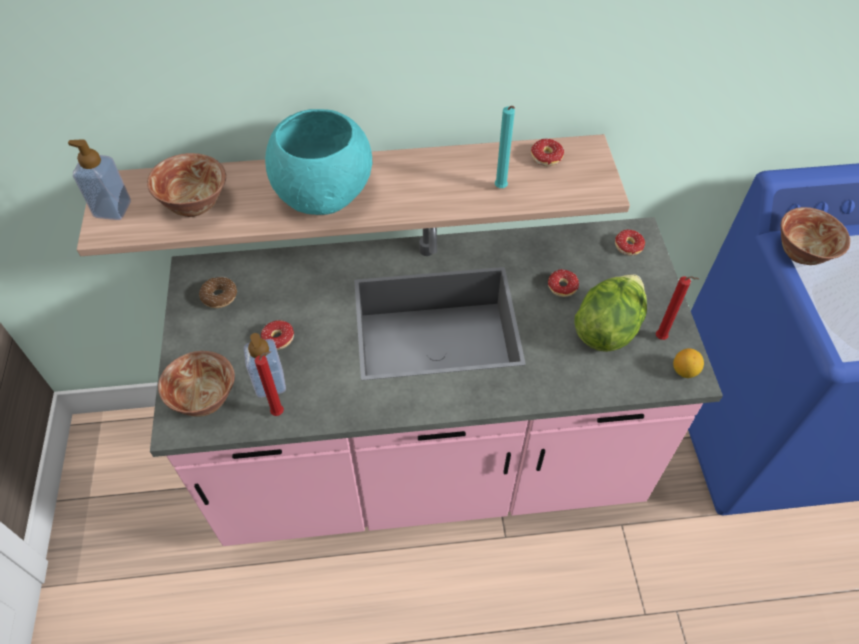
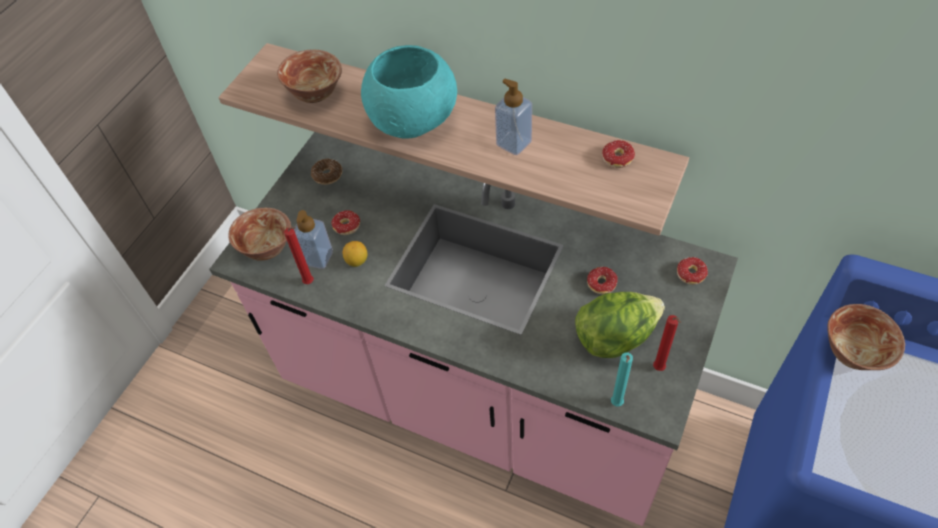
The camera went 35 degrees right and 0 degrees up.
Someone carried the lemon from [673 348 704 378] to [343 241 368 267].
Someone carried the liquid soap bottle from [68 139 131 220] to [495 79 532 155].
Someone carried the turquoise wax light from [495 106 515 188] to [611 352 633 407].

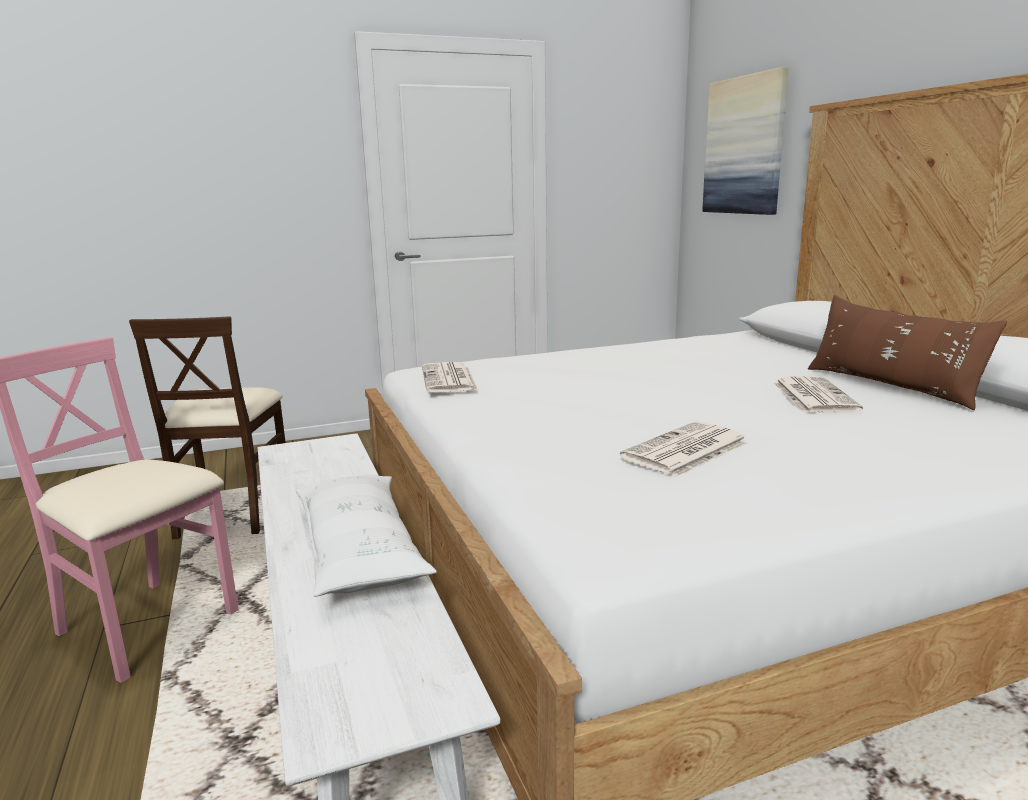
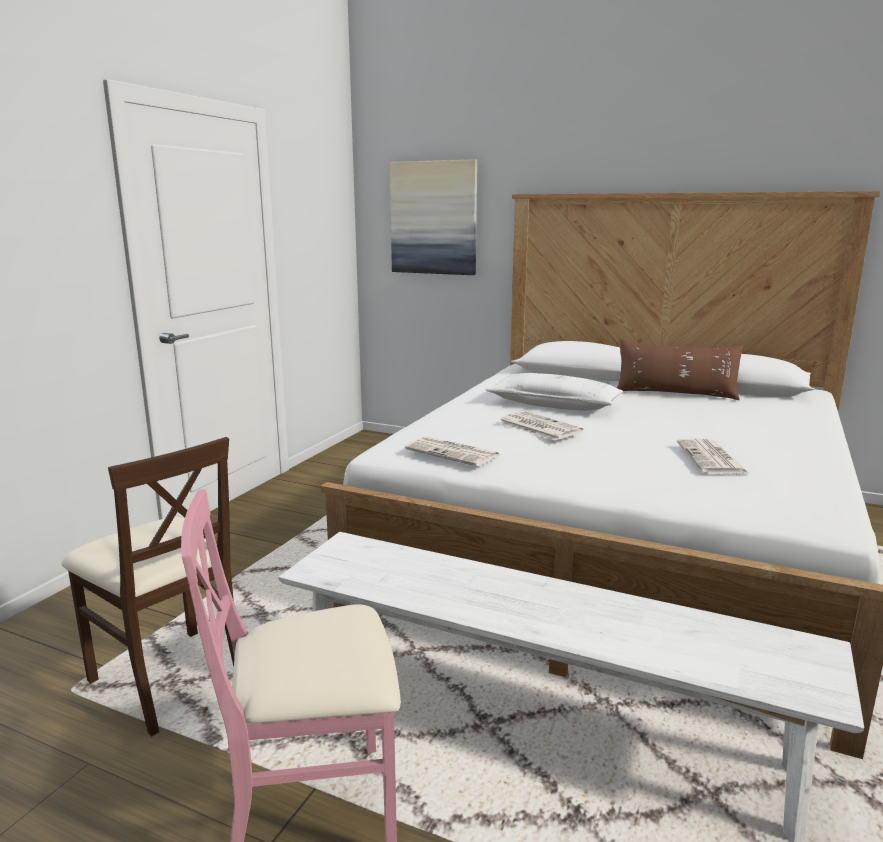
The camera went 45 degrees left and 0 degrees up.
Someone carried the white throw pillow from [295 474 437 597] to [486 373 623 410].
Someone carried the daily paper from [773 376 863 413] to [498 411 583 441].

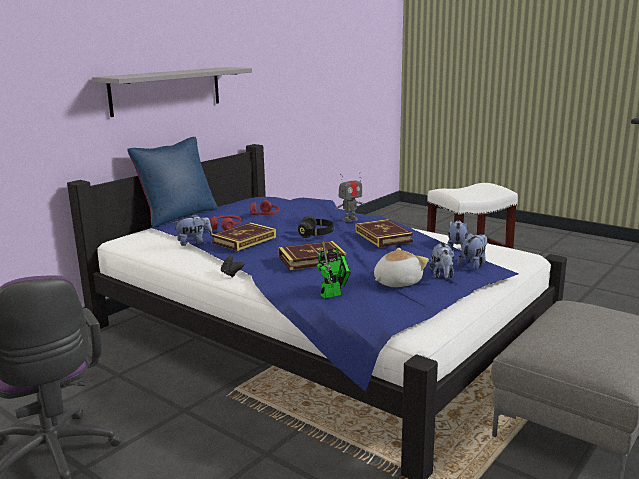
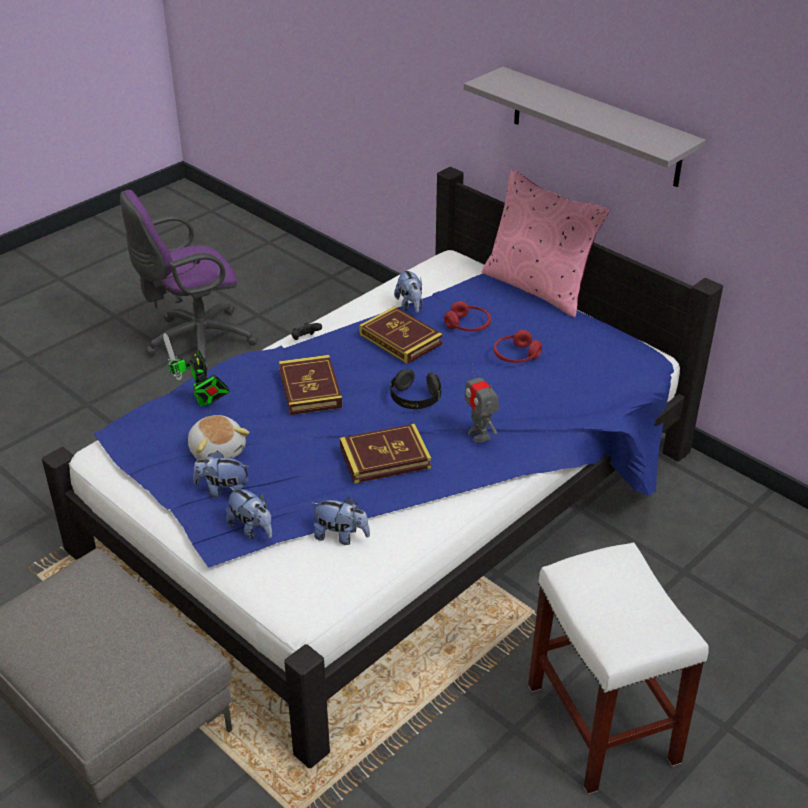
The camera went 95 degrees right and 20 degrees up.
Someone repainted the blue throw pillow at [127 137 218 228], which became the pink throw pillow at [482 170 609 317].

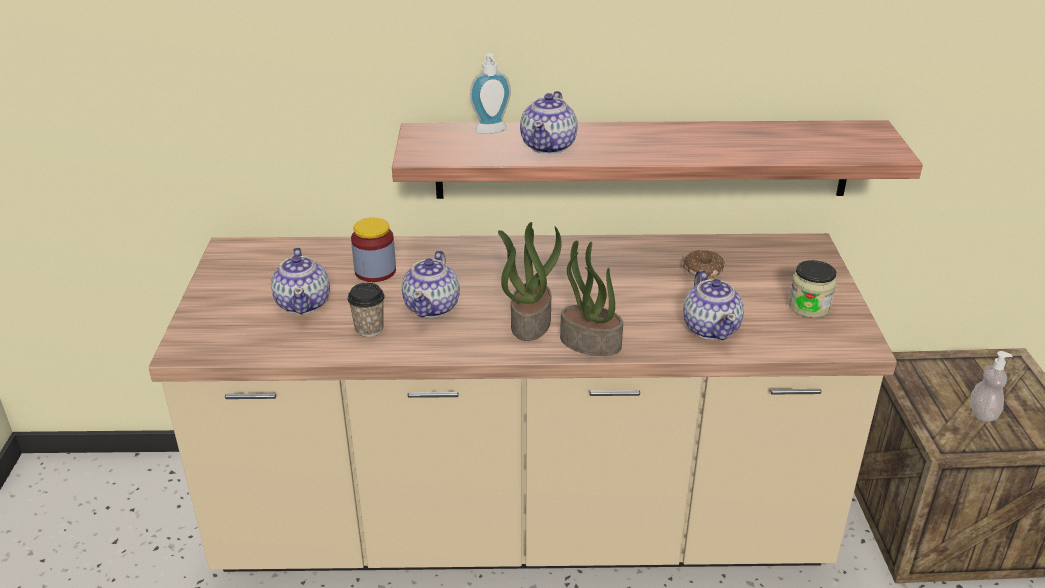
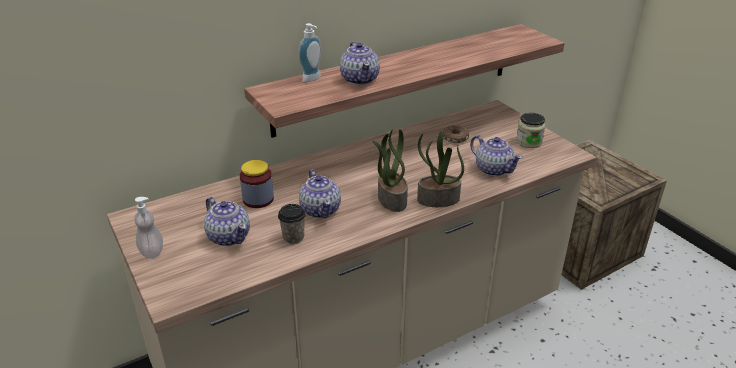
The camera went 30 degrees left and 0 degrees up.
Someone carried the liquid soap bottle from [970 351 1013 422] to [135 197 163 259].

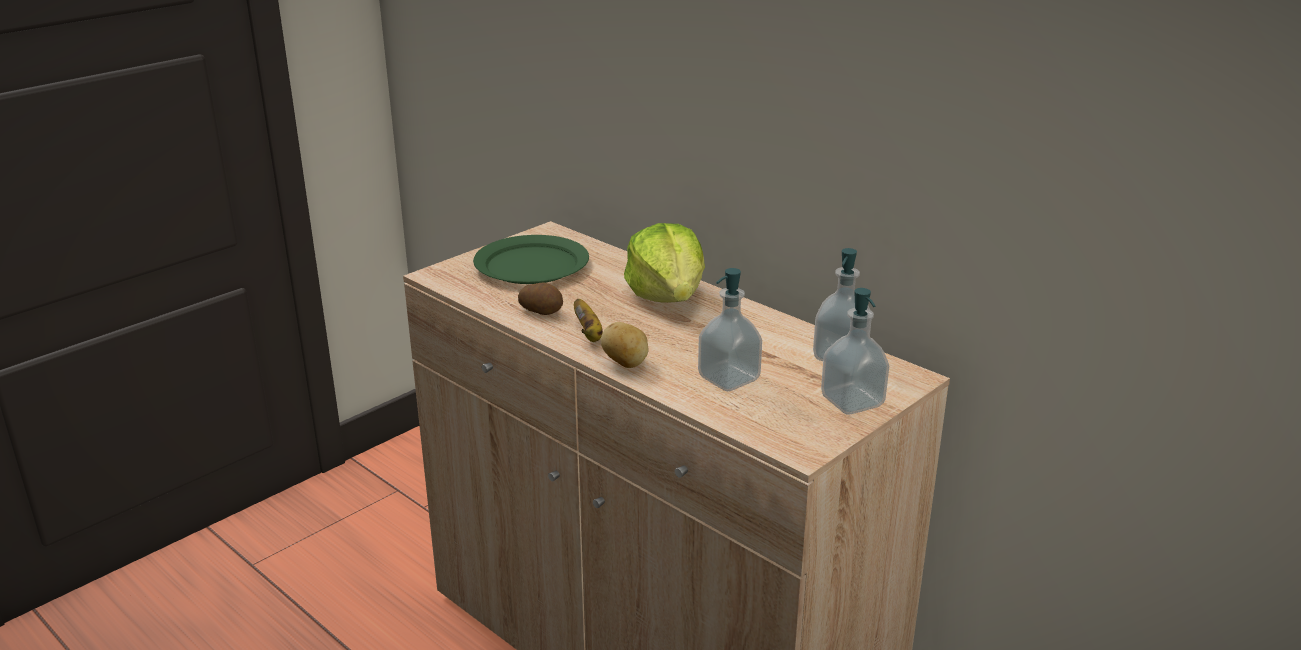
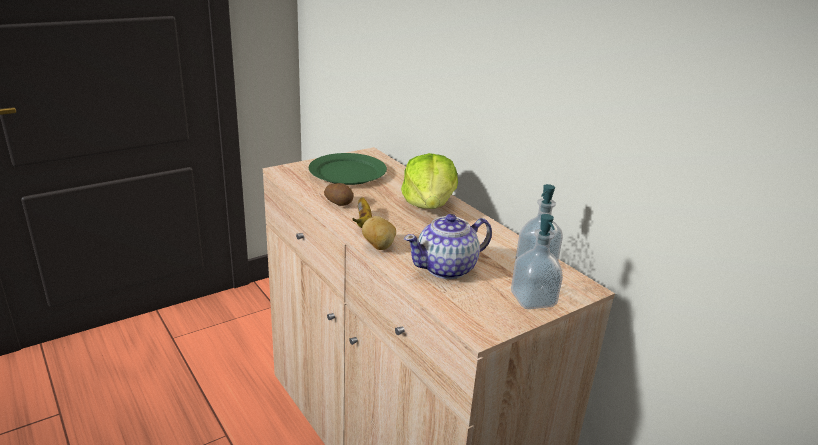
The camera went 10 degrees right and 0 degrees up.
Someone swapped the liquid soap bottle at [698 268 762 391] for the tea pot at [404 214 492 279].

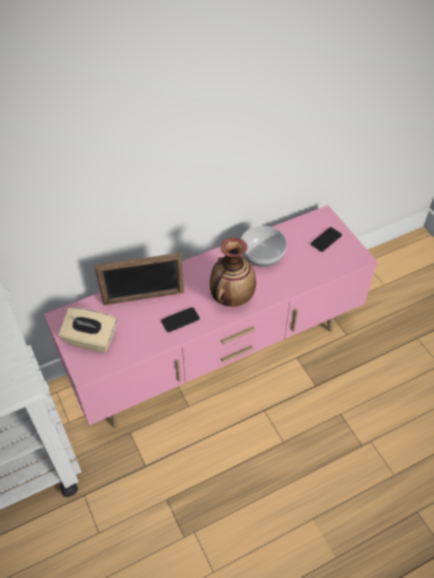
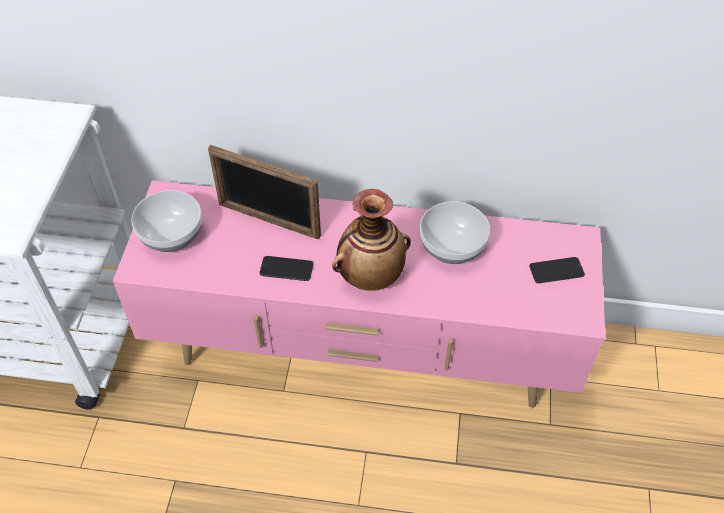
The camera went 35 degrees right and 0 degrees up.
Someone swapped the beige-coloured box of tissues at [59 307 117 353] for the deep dish at [131 190 202 252].

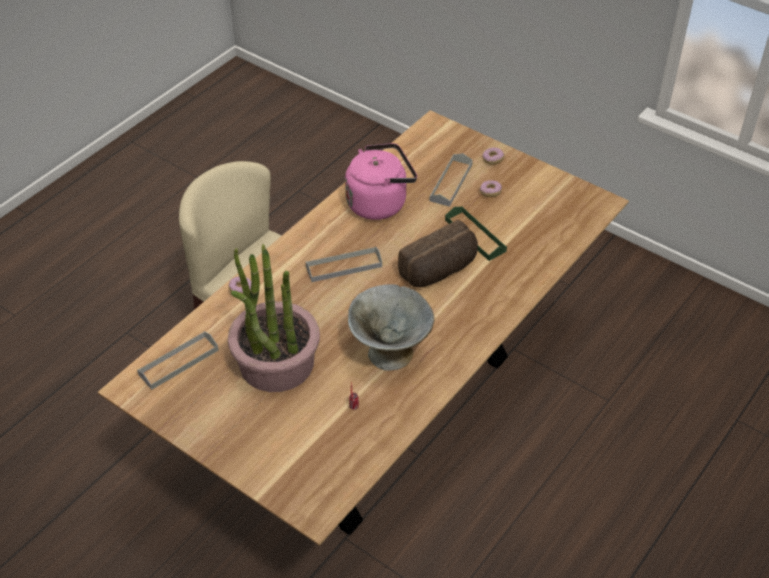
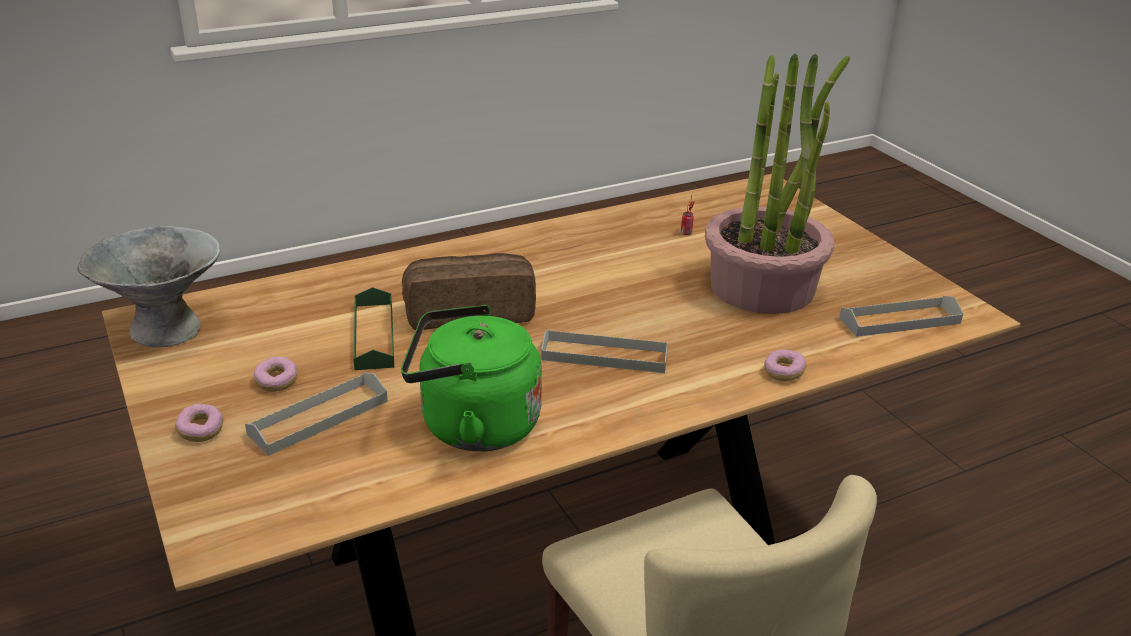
The camera went 155 degrees left and 15 degrees down.
Someone carried the grey deep dish from [348 284 434 371] to [77 226 220 347].
Someone repainted the pink water kettle at [345 143 417 220], which became the green water kettle at [401 305 542 451].

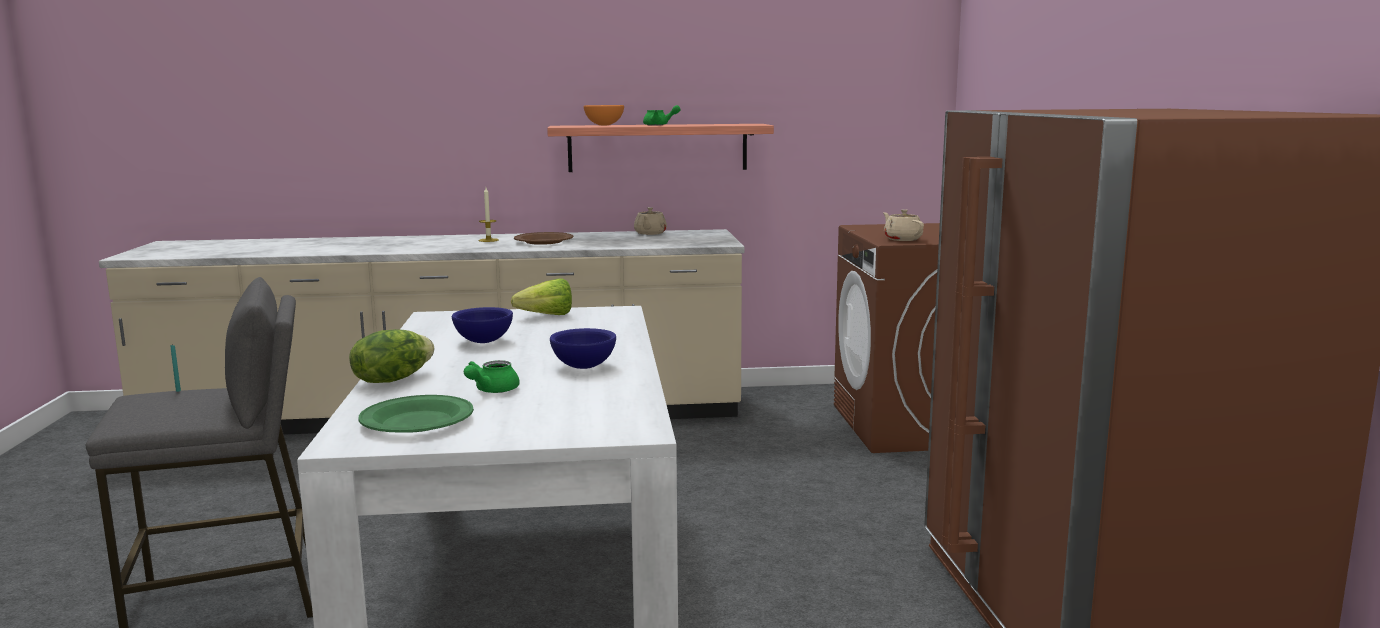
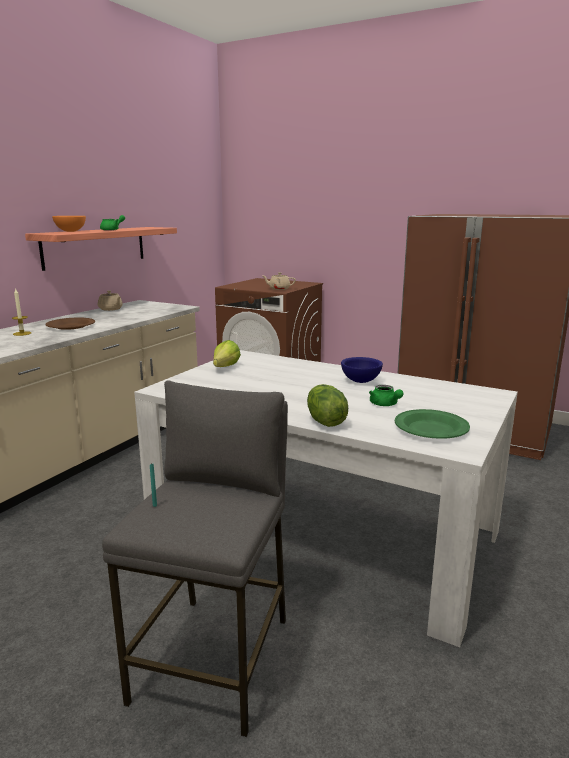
The camera went 55 degrees left and 5 degrees up.
Someone took away the blue deep dish at [452 307 513 343].

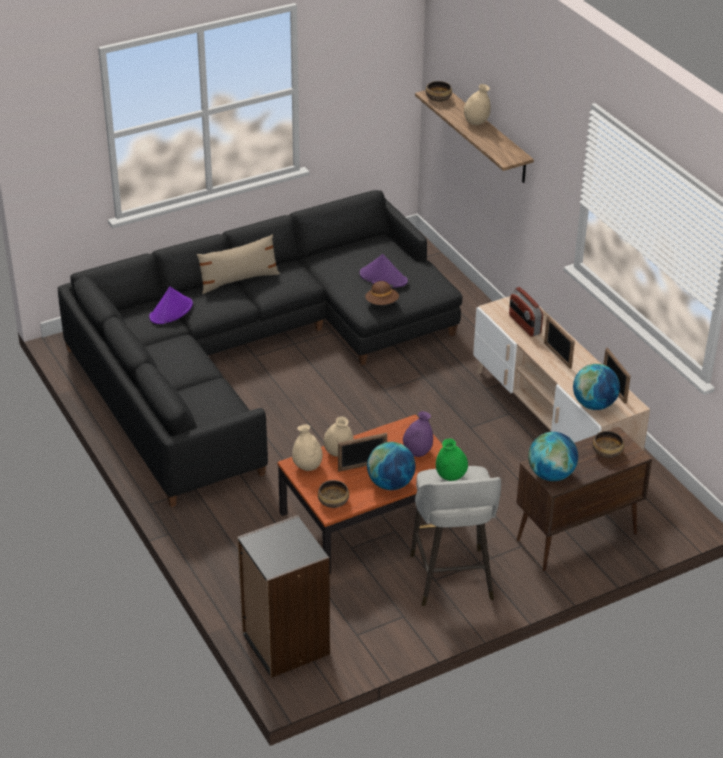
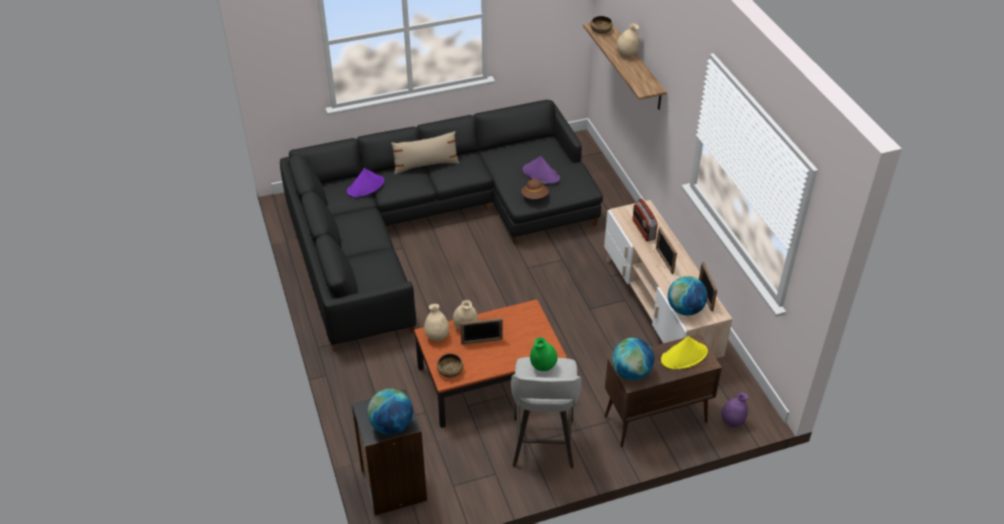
The camera went 10 degrees right and 5 degrees up.
Someone carried the desk globe from [367 442 416 490] to [367 389 413 435].
Someone swapped the deep dish at [592 431 624 458] for the yellowish clothing hat at [661 336 708 369].
Someone carried the purple-coloured flower vase from [403 411 433 457] to [721 392 748 427].

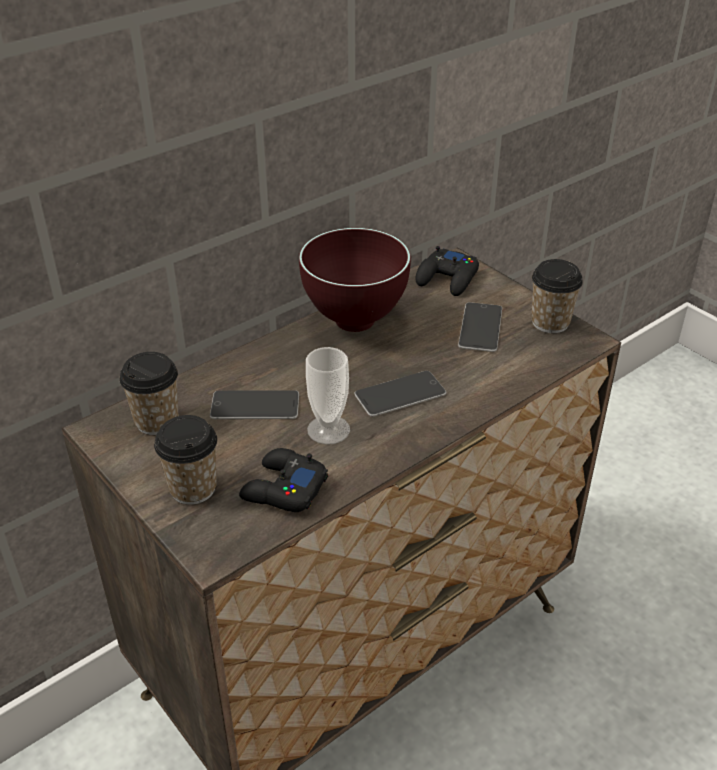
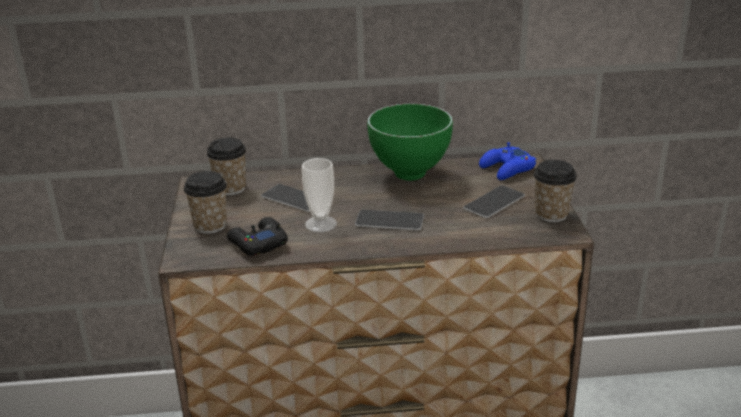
The camera went 35 degrees right and 10 degrees down.
Someone repainted the brownish deep dish at [299 228 411 332], which became the green deep dish at [367 103 453 181].
Someone repainted the black gamepad at [415 246 479 296], which became the blue gamepad at [479 142 536 180].

